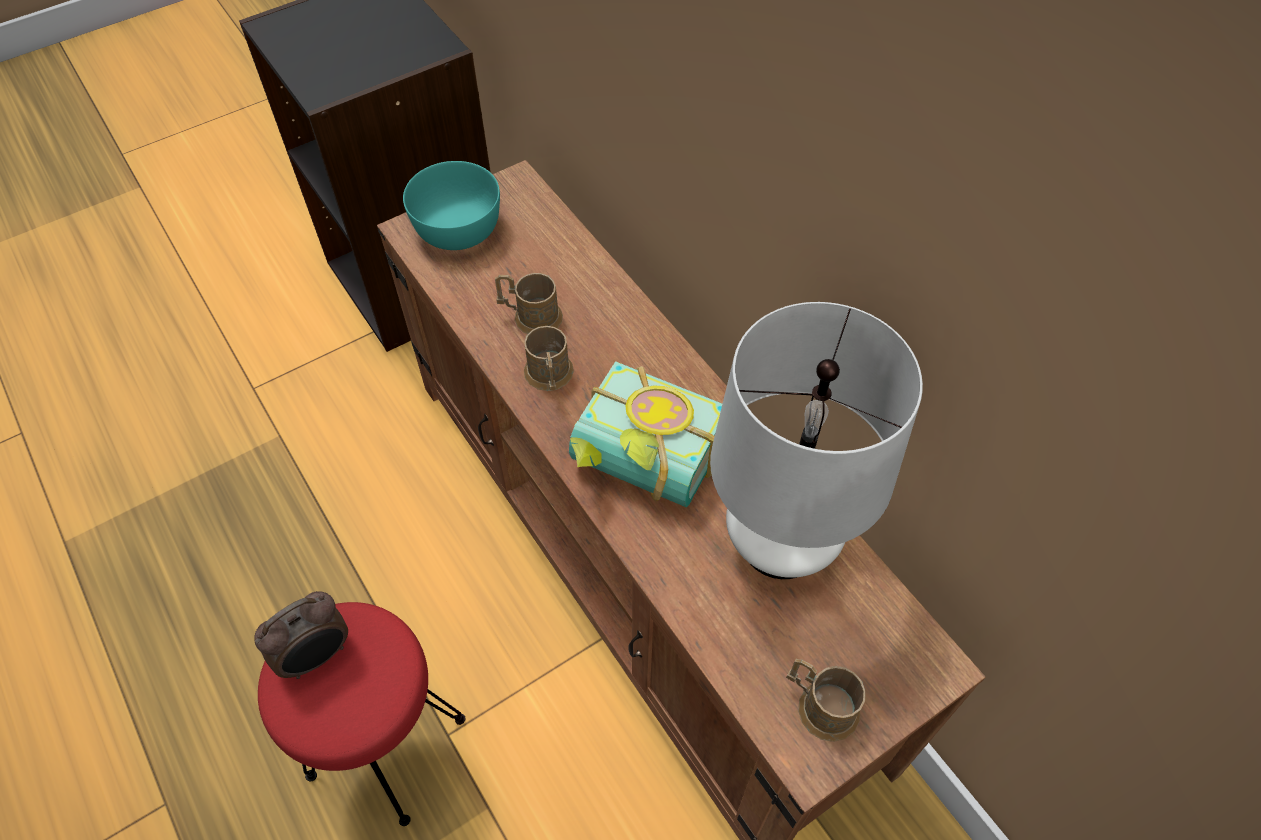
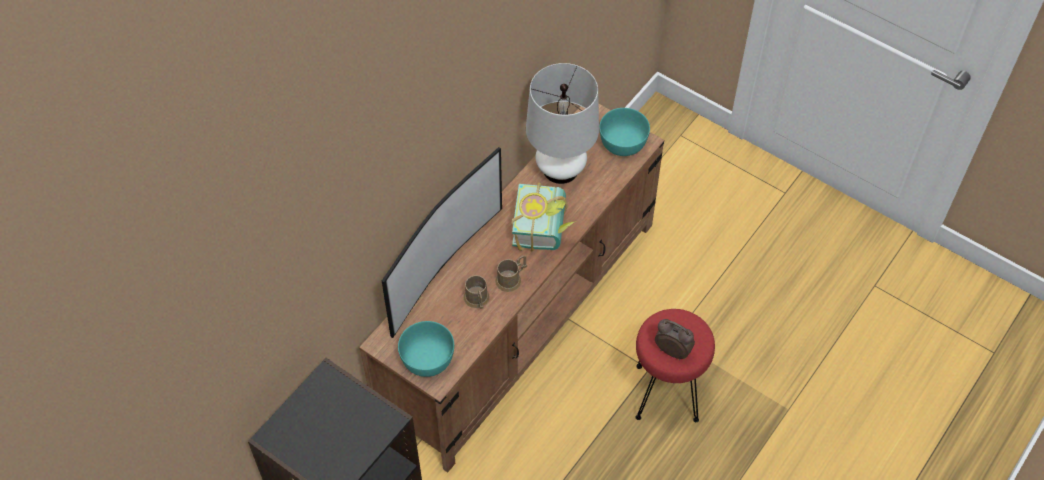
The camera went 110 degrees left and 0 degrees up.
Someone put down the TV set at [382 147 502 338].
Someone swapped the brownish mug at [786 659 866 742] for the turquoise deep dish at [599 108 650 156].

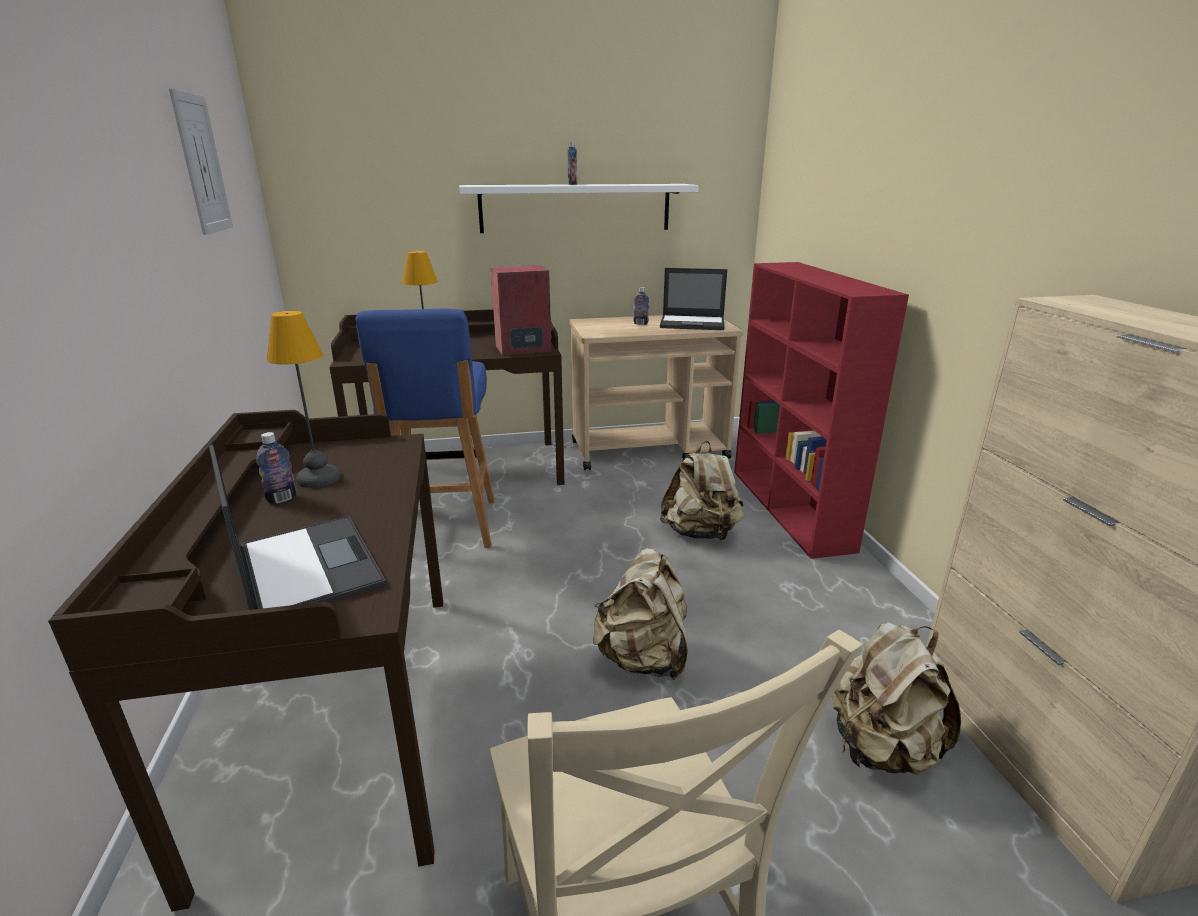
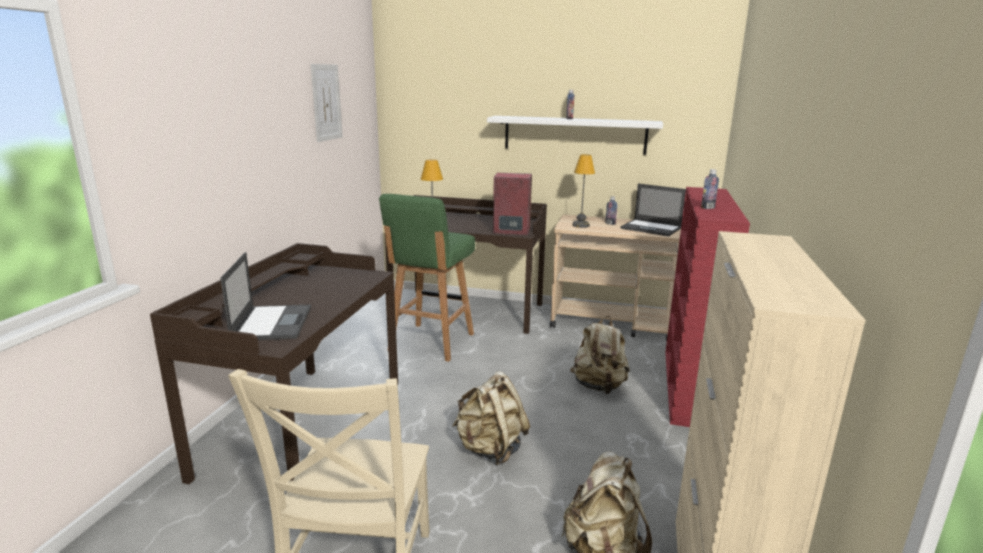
The camera went 25 degrees right and 5 degrees down.
Someone repainted the blue stool seat at [356 309 495 548], which became the green stool seat at [379 194 475 362].
Someone carried the table lamp from [267 311 341 488] to [572 154 595 228].
Someone carried the beverage bottle from [256 432 296 504] to [701 169 719 209].

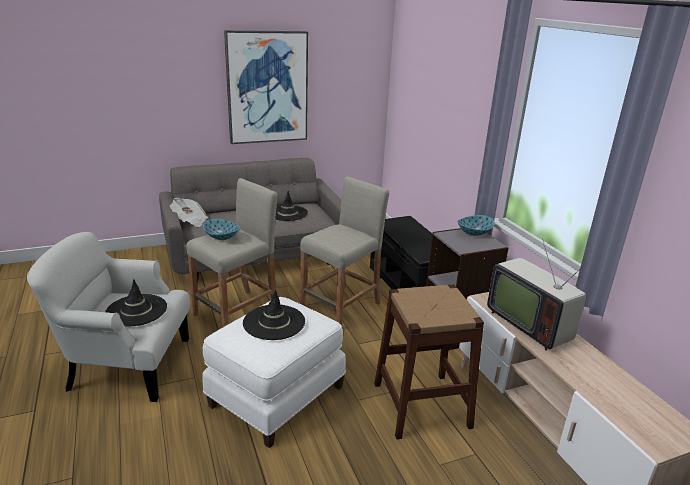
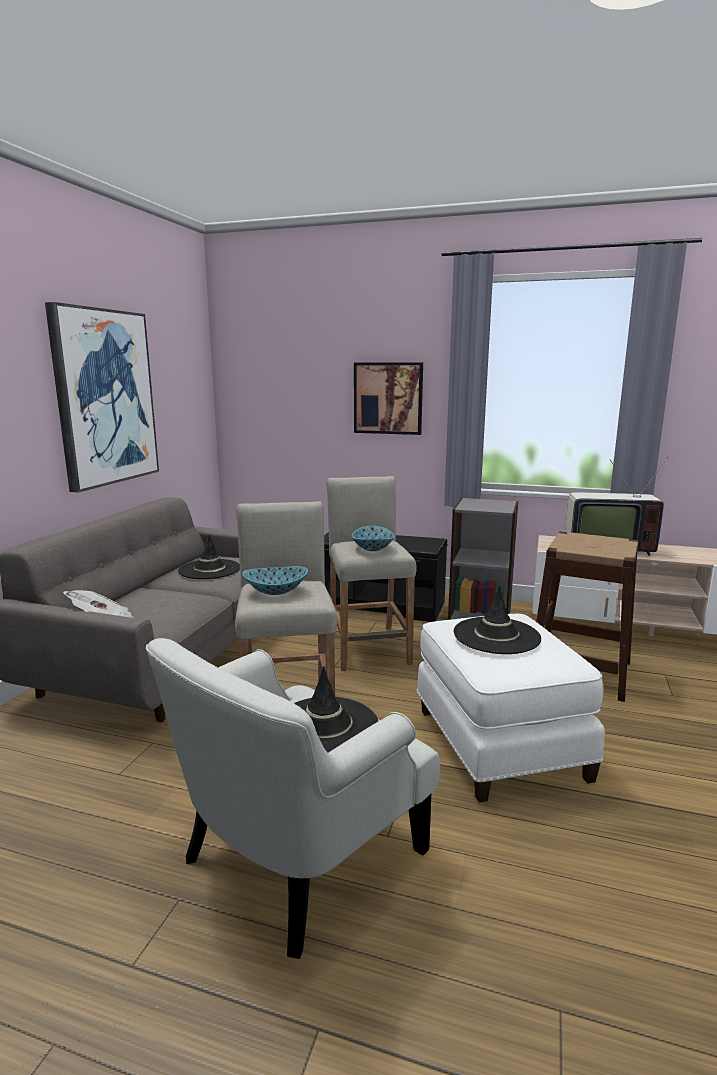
The camera went 50 degrees left and 10 degrees down.
Someone carried the deep dish from [457 215 495 236] to [352 526 395 551].
Someone put up the wall picture at [354 362 423 435].

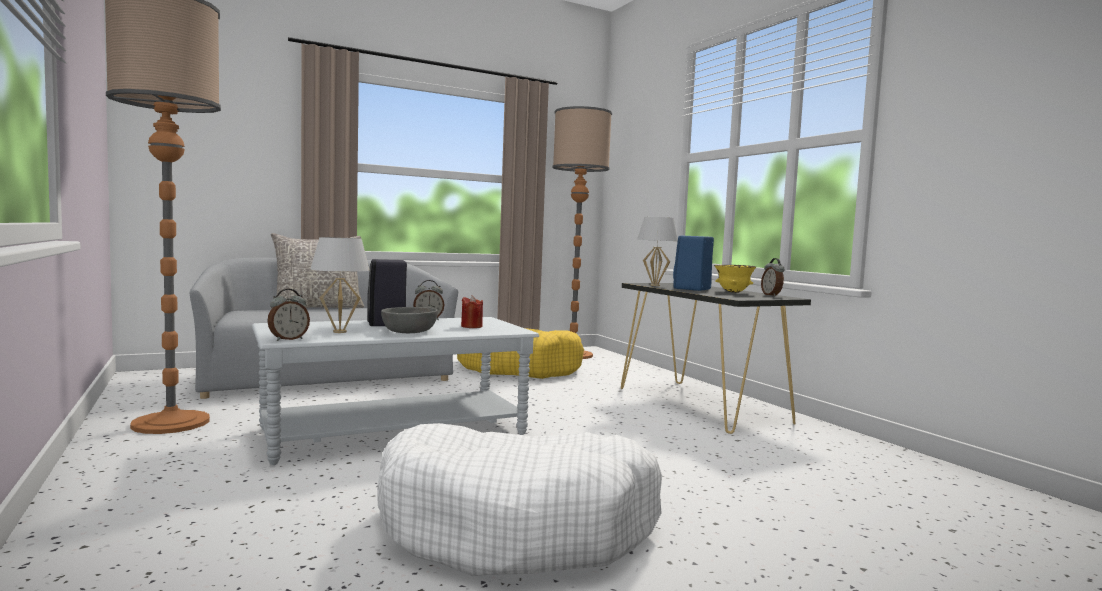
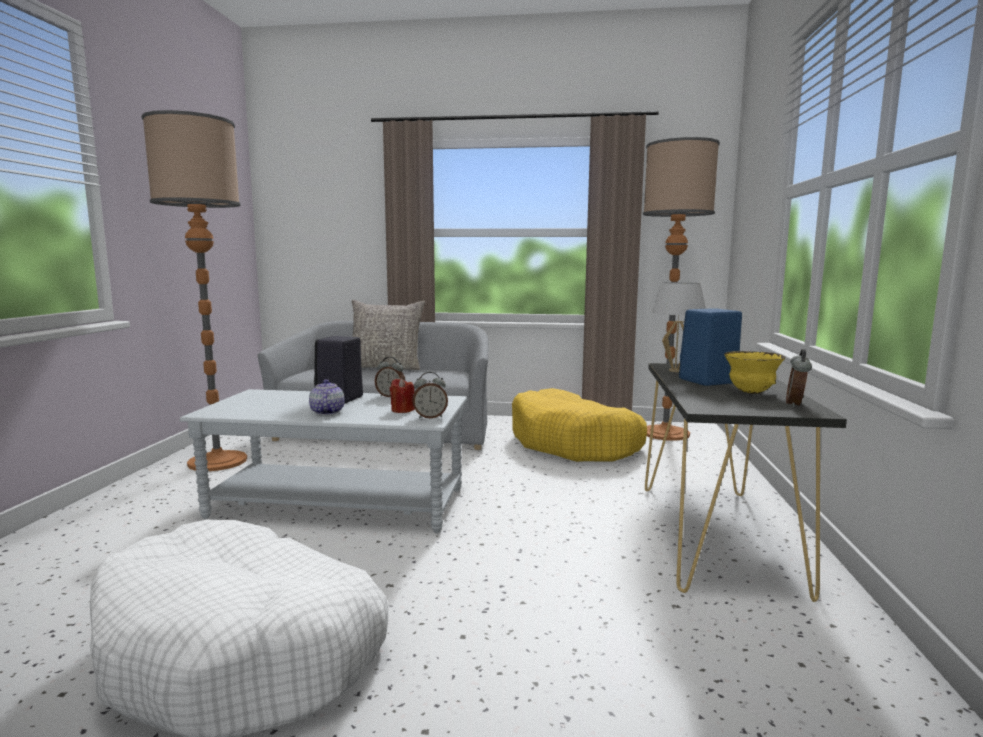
The camera went 35 degrees right and 5 degrees up.
Someone swapped the grey deep dish at [381 307 438 333] for the tea pot at [309 379 345 415].
Someone carried the alarm clock from [267 289 310 341] to [412 372 448 419].
Someone took away the white table lamp at [311 237 370 333].

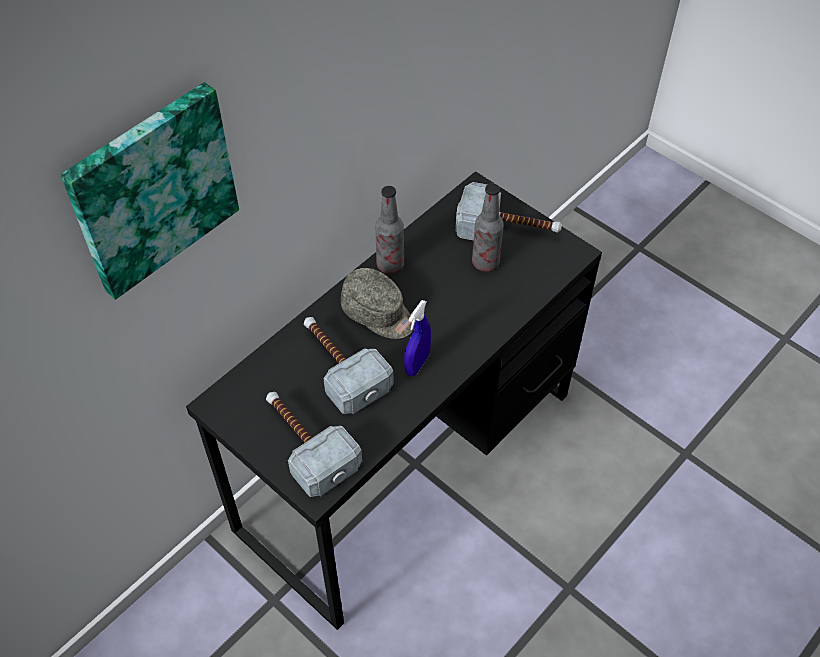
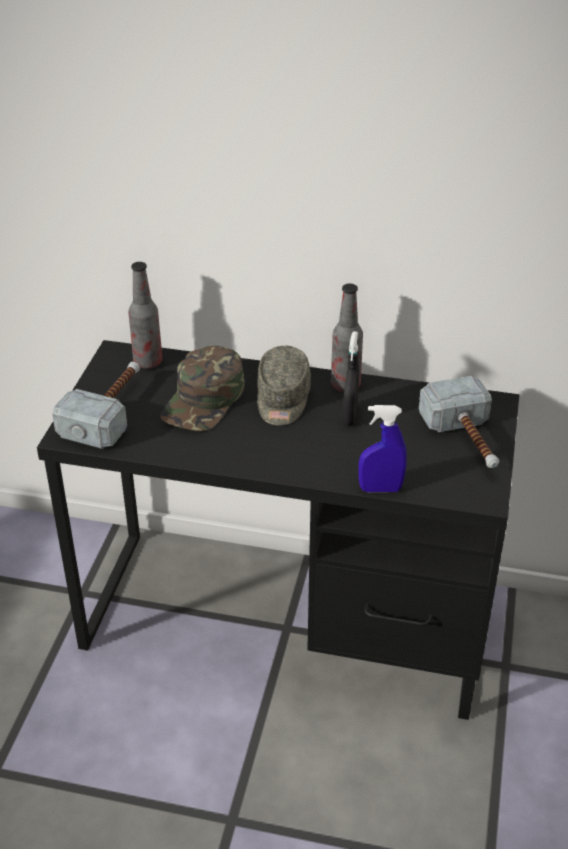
The camera went 60 degrees right and 15 degrees down.
Someone carried the beverage bottle from [472 183 504 272] to [128 262 162 369].
Someone swapped the tool hammer at [304 317 394 414] for the green baseball cap at [161 345 245 432].
Someone put down the black spray bottle at [342 331 359 425].
Someone carried the blue spray bottle from [404 300 431 376] to [359 405 407 492].
Someone took away the wall picture at [60 82 239 300].

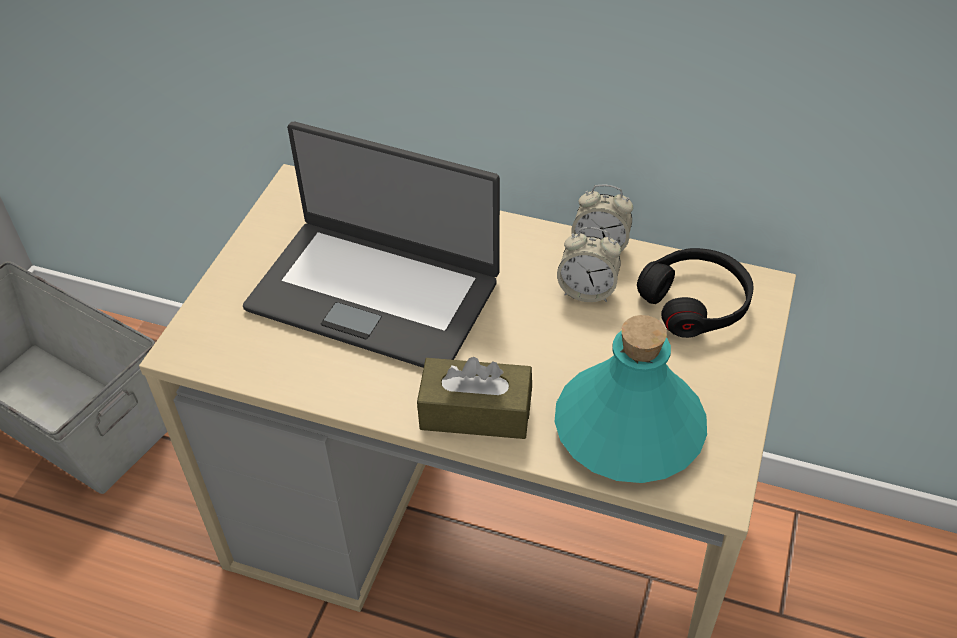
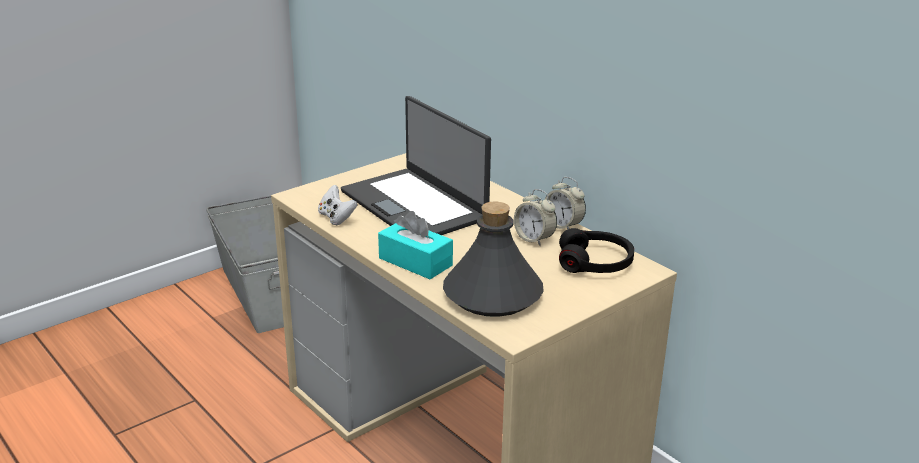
The camera went 30 degrees right and 20 degrees down.
Someone put down the white gamepad at [318 185 358 225].
Someone repainted the brownish box of tissues at [417 357 532 439], which became the turquoise box of tissues at [378 211 453 279].
Someone repainted the turquoise beverage bottle at [555 315 707 483], which became the grey beverage bottle at [443 202 544 317].

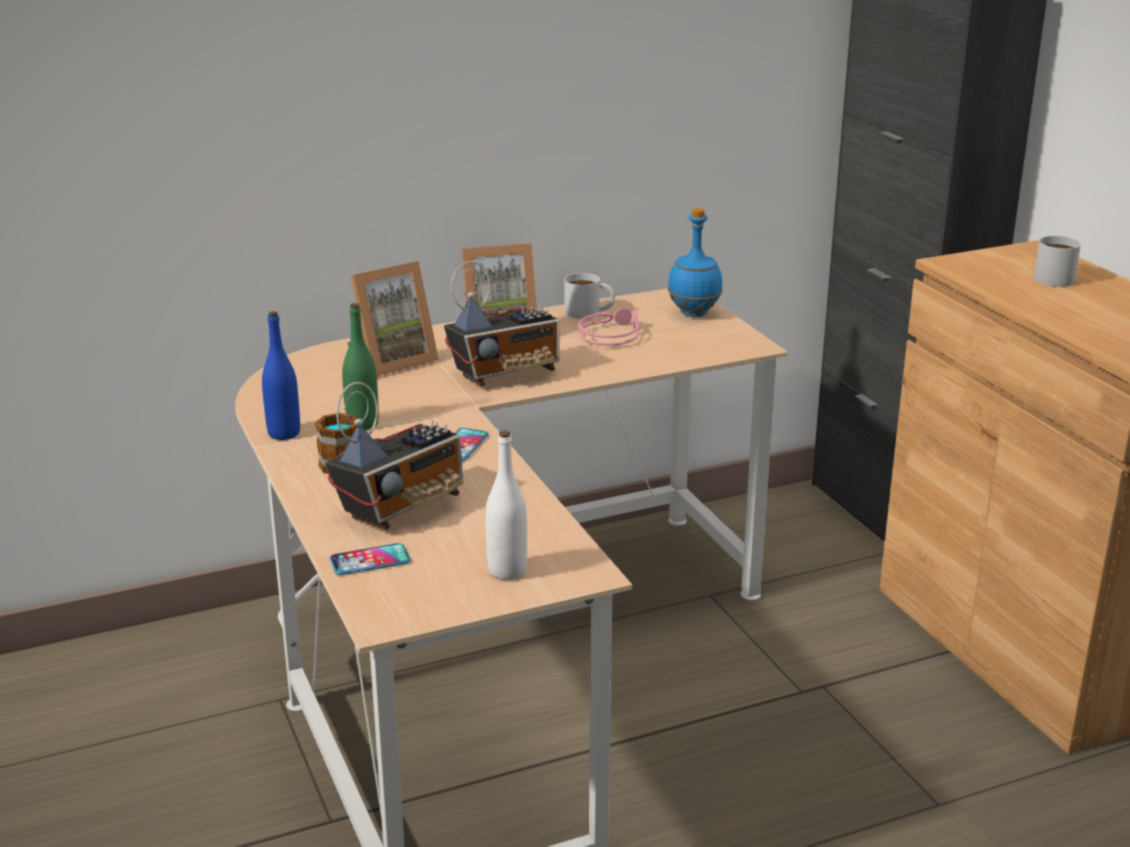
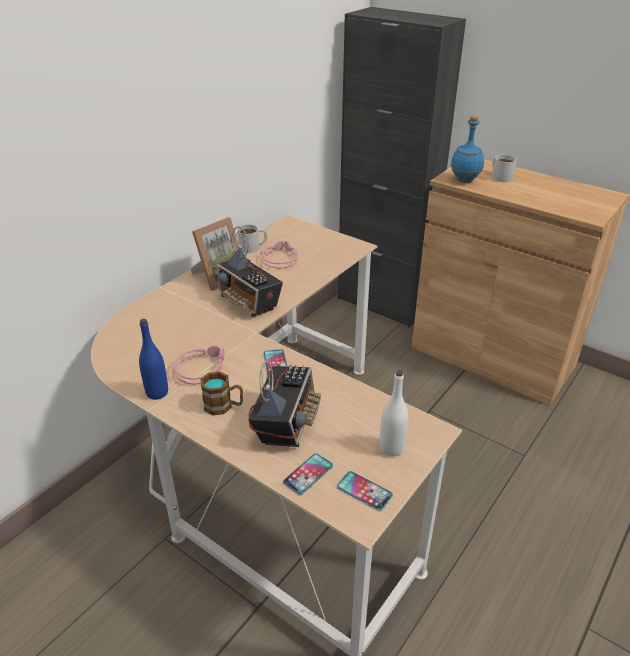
The camera went 30 degrees left and 10 degrees up.
Someone swapped the green beverage bottle at [342 303 379 430] for the pink pair of headphones at [173 345 224 384].
Someone rotated the radio at [444 261 560 386] by 105 degrees clockwise.
Someone put down the phone at [337 471 393 511].
Someone carried the blue beverage bottle from [668 208 723 317] to [451 116 484 183].
Someone took away the picture frame at [347 261 439 376].

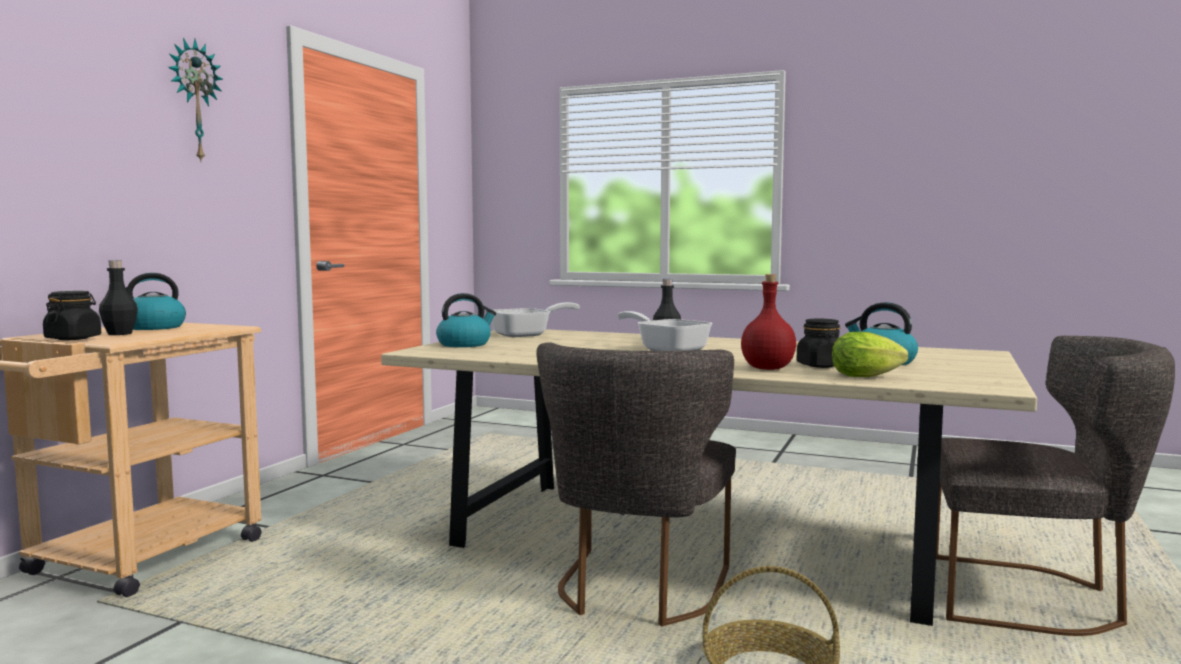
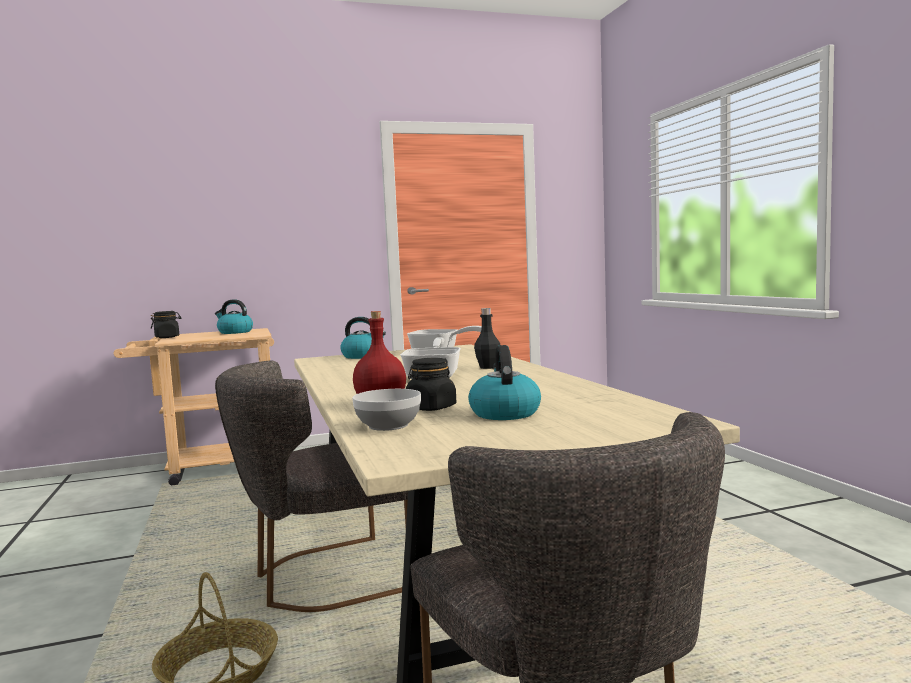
The camera went 50 degrees right and 0 degrees up.
Someone swapped the lettuce at [832 332 908 377] for the deep dish at [352 389 421 431].
Someone took away the black beverage bottle at [99 260 138 335].
Someone took away the wall clock at [168 38 223 163].

